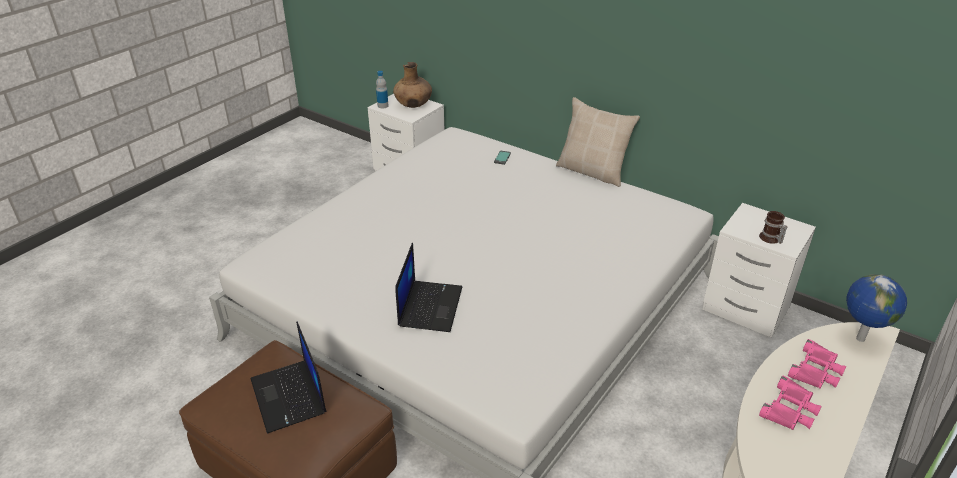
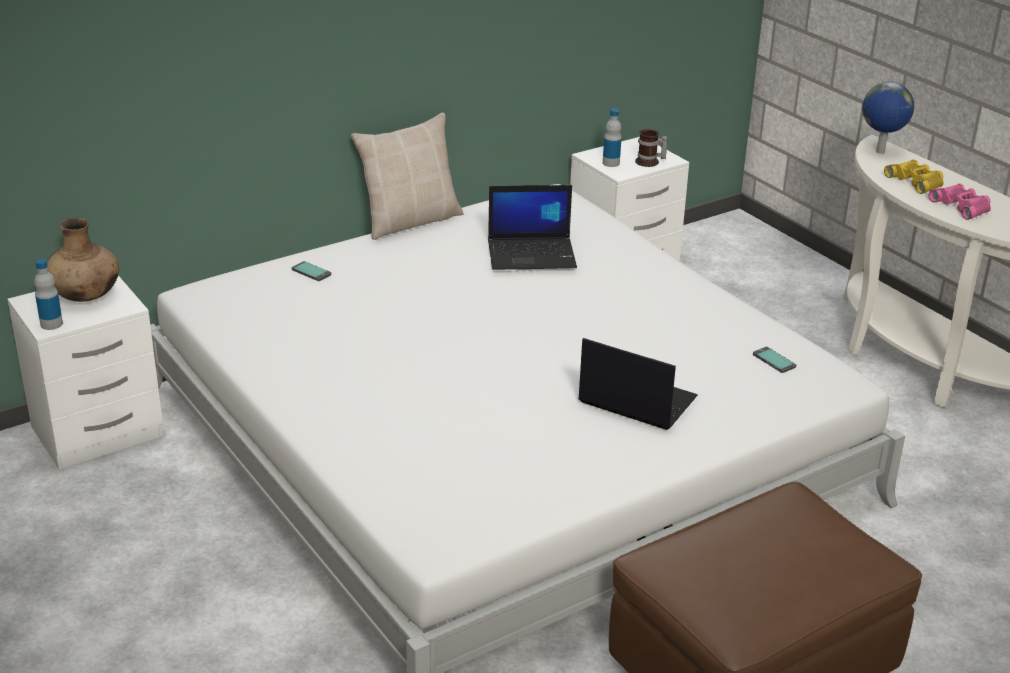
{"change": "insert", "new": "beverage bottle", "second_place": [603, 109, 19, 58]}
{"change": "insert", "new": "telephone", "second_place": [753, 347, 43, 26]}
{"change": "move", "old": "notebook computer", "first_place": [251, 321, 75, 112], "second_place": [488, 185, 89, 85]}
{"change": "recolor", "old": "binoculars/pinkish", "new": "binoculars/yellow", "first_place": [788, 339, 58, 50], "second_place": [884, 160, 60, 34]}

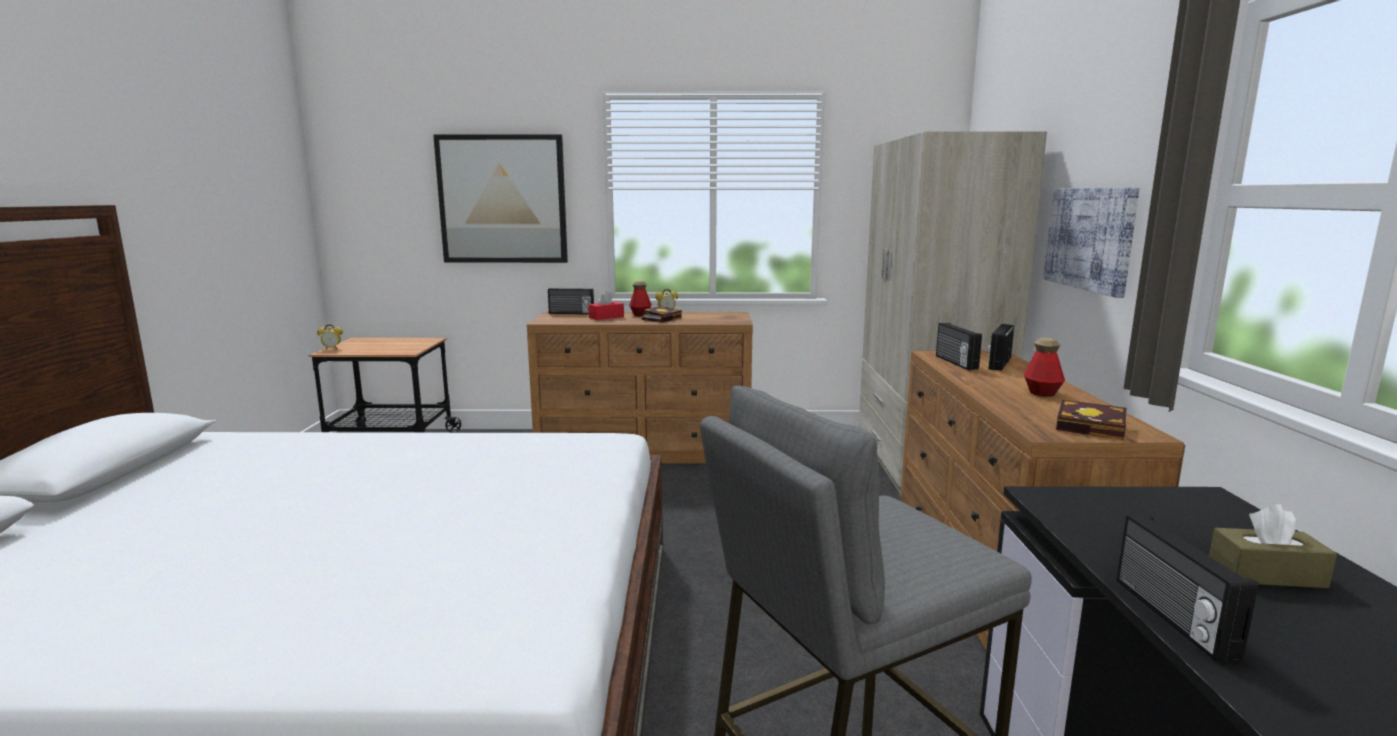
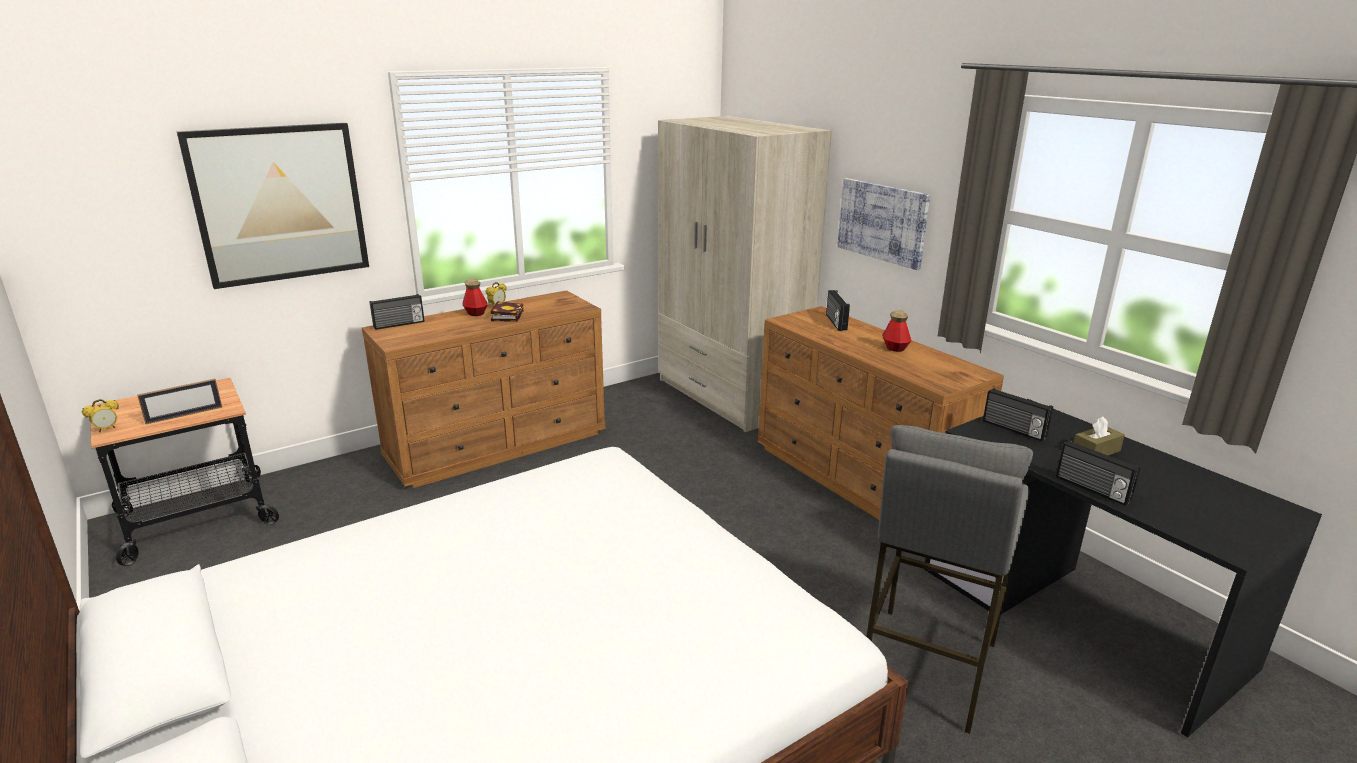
{"change": "delete", "old": "box of tissues/reddish", "first_place": [588, 291, 36, 29]}
{"change": "delete", "old": "bound book", "first_place": [1056, 400, 71, 40]}
{"change": "insert", "new": "photo frame", "second_place": [137, 379, 85, 45]}
{"change": "move", "old": "radio set", "first_place": [936, 323, 46, 47], "second_place": [983, 388, 70, 53]}

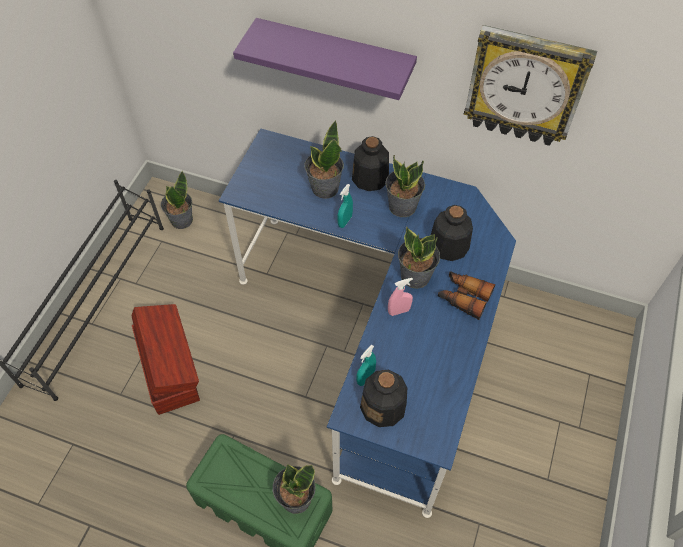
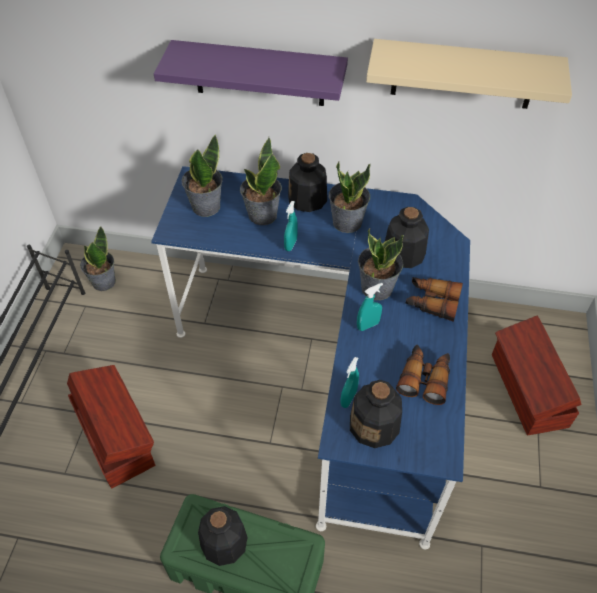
{"change": "insert", "new": "beverage bottle", "second_place": [198, 506, 49, 60]}
{"change": "insert", "new": "binoculars", "second_place": [396, 345, 54, 60]}
{"change": "insert", "new": "storage container/brown", "second_place": [492, 315, 89, 120]}
{"change": "move", "old": "houseplant", "first_place": [273, 464, 43, 50], "second_place": [182, 134, 41, 83]}
{"change": "replace", "old": "clock on the wall", "new": "bracket shelf/beige-coloured", "first_place": [464, 25, 133, 121], "second_place": [366, 39, 206, 70]}
{"change": "recolor", "old": "spray bottle/pinkish", "new": "spray bottle/blue-green", "first_place": [388, 278, 25, 38], "second_place": [357, 283, 26, 48]}

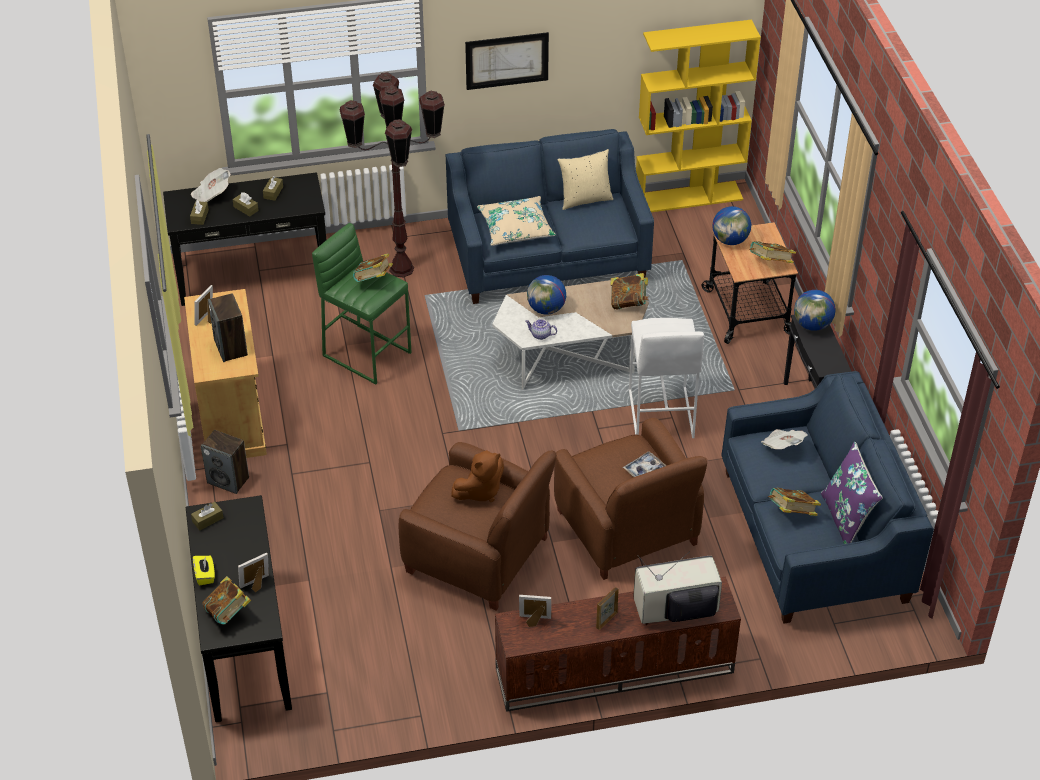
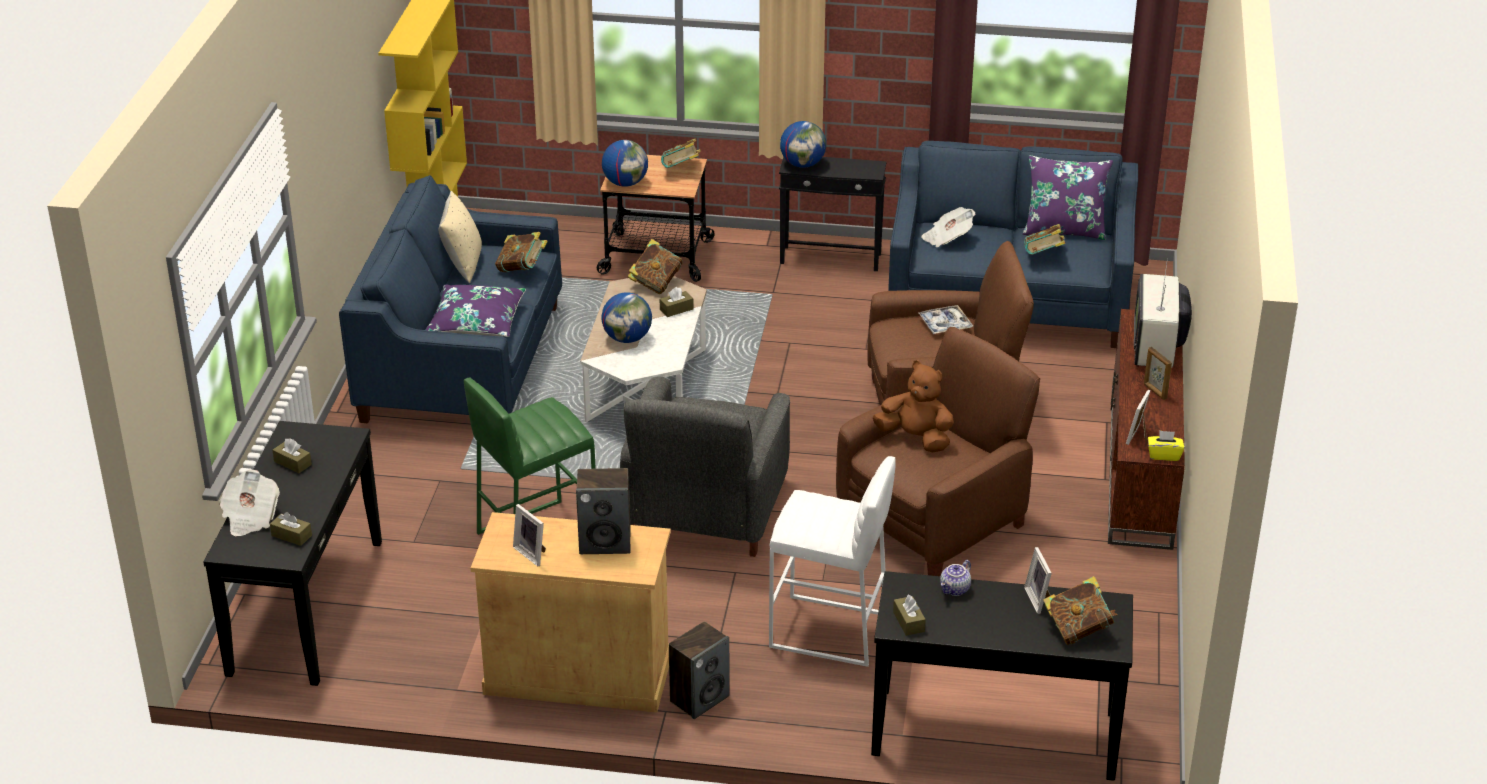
{"change": "delete", "old": "floor lamp/brown", "first_place": [340, 72, 105, 206]}
{"change": "delete", "old": "wall picture", "first_place": [465, 32, 84, 58]}
{"change": "insert", "new": "armchair/gray", "second_place": [620, 376, 170, 181]}
{"change": "move", "old": "box of tissues/yellow", "first_place": [193, 556, 22, 29], "second_place": [1148, 430, 36, 31]}
{"change": "move", "old": "box of tissues/brown", "first_place": [233, 193, 26, 24], "second_place": [660, 287, 34, 30]}
{"change": "move", "old": "bound book", "first_place": [353, 253, 40, 29], "second_place": [495, 232, 53, 40]}
{"change": "move", "old": "teapot", "first_place": [525, 319, 32, 21], "second_place": [940, 560, 31, 36]}
{"change": "move", "old": "stool seat/white-coloured", "first_place": [629, 318, 75, 120], "second_place": [769, 456, 127, 211]}
{"change": "recolor", "old": "cushion/beige-coloured", "new": "cushion/purplish", "first_place": [477, 196, 79, 50], "second_place": [426, 284, 100, 53]}
{"change": "rotate", "old": "plush toy/brown", "first_place": [451, 450, 53, 52], "second_place": [873, 360, 81, 92], "degrees": -45}

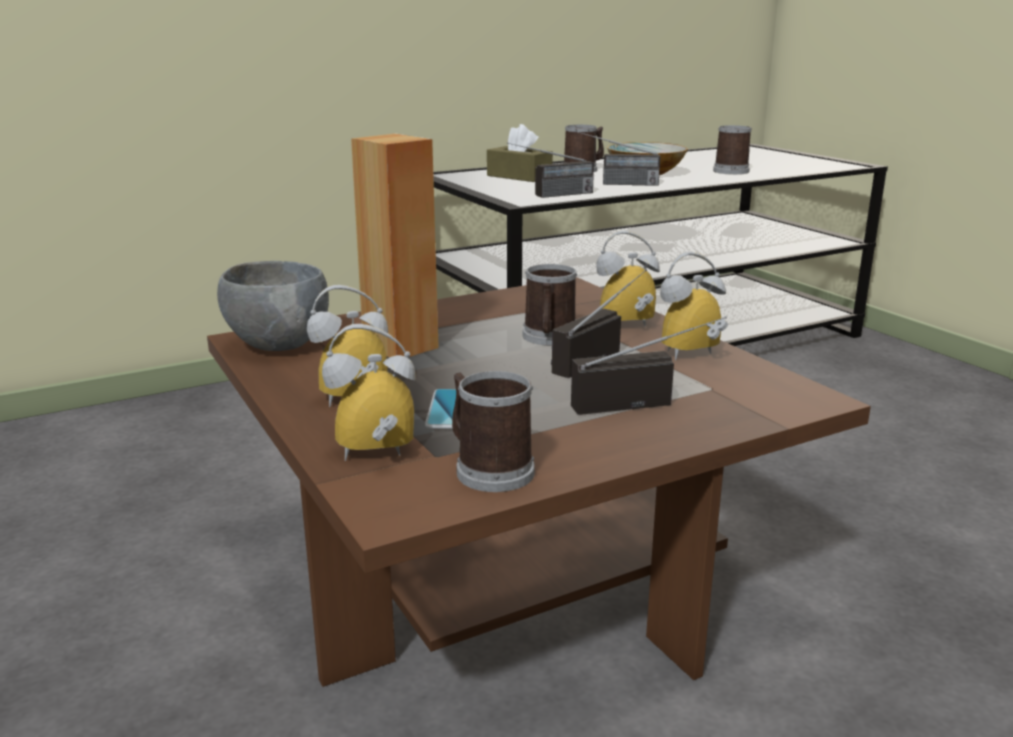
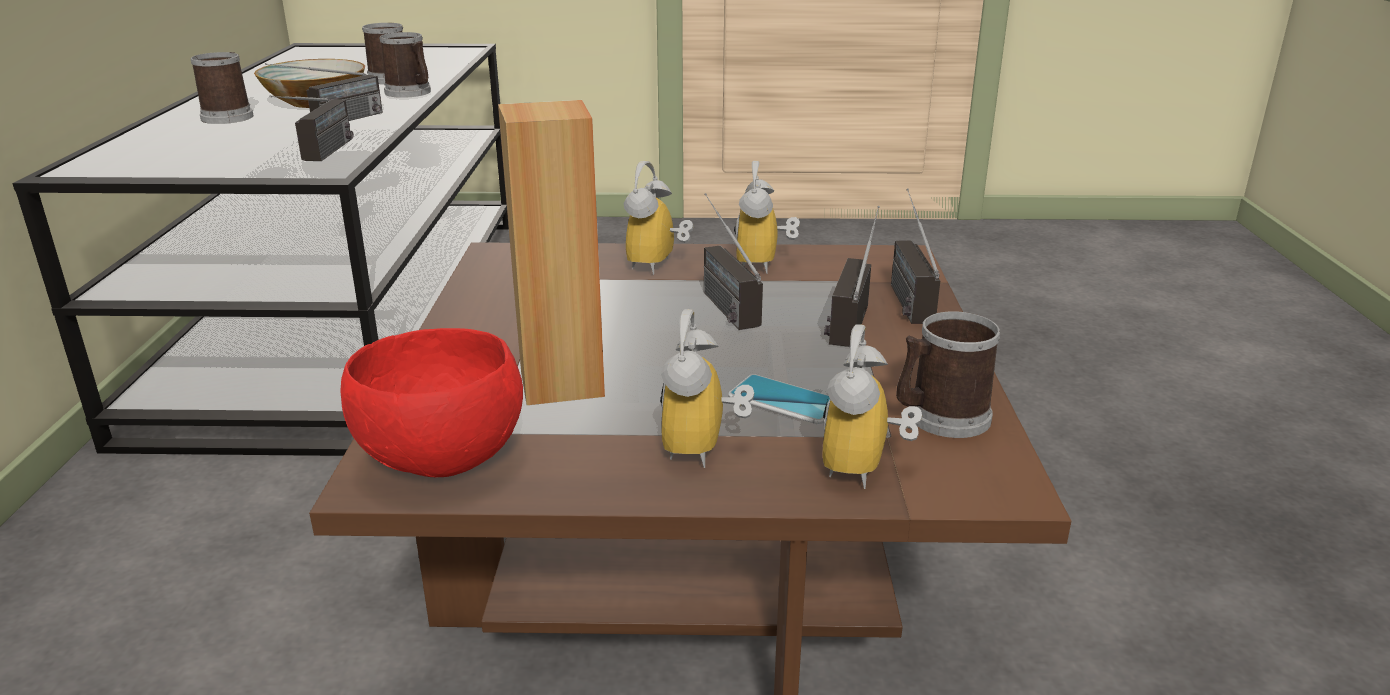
{"change": "delete", "old": "box of tissues/brown", "first_place": [487, 124, 66, 58]}
{"change": "insert", "new": "radio set", "second_place": [891, 188, 49, 136]}
{"change": "move", "old": "tea mug", "first_place": [523, 264, 54, 81], "second_place": [379, 32, 52, 66]}
{"change": "recolor", "old": "deep dish/gray", "new": "deep dish/reddish", "first_place": [217, 261, 112, 90], "second_place": [340, 328, 183, 149]}

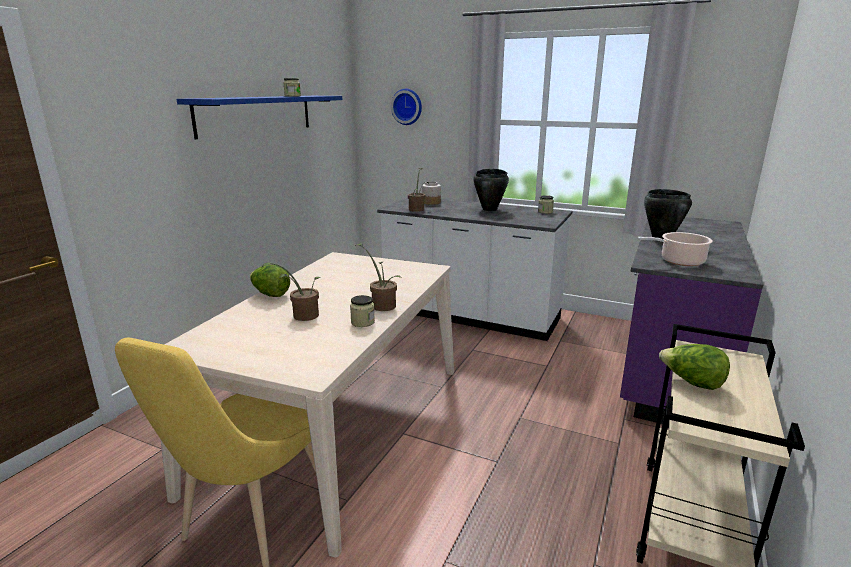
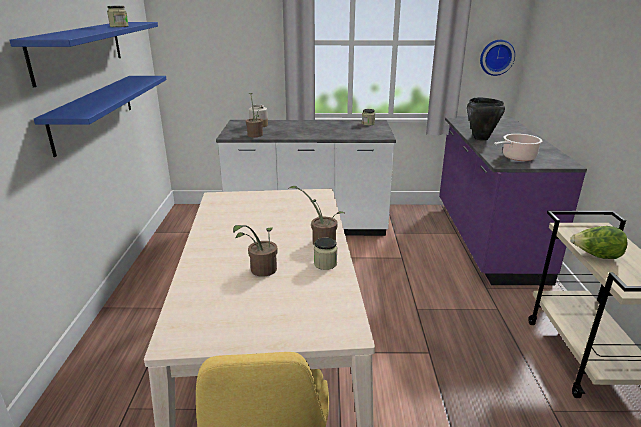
{"change": "delete", "old": "lettuce", "first_place": [250, 265, 40, 32]}
{"change": "delete", "old": "saucepot/black-coloured", "first_place": [474, 169, 35, 42]}
{"change": "insert", "new": "bracket shelf/bluish", "second_place": [34, 76, 133, 81]}
{"change": "move", "old": "clock on the wall", "first_place": [391, 89, 31, 36], "second_place": [480, 40, 35, 36]}

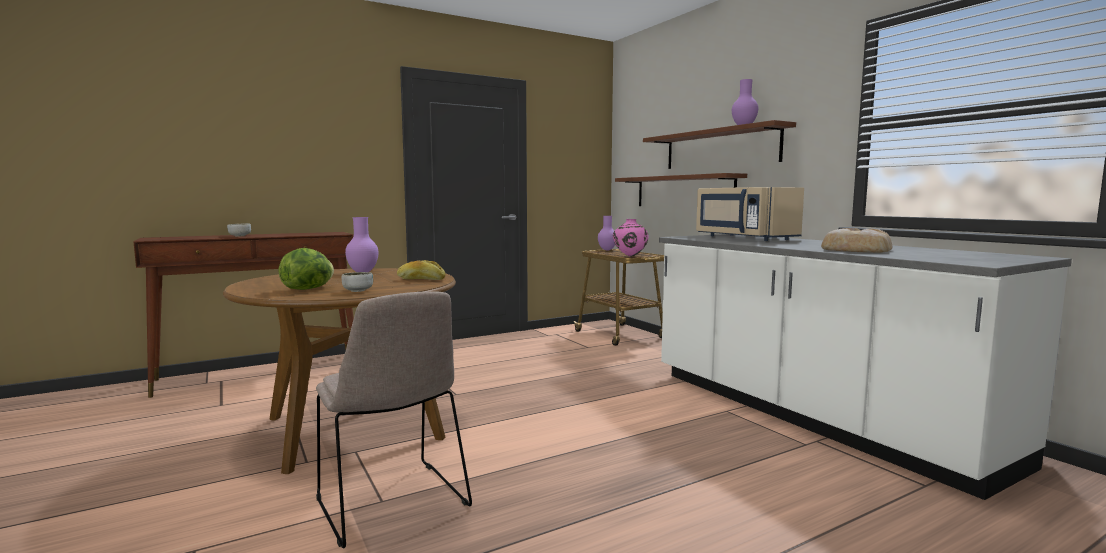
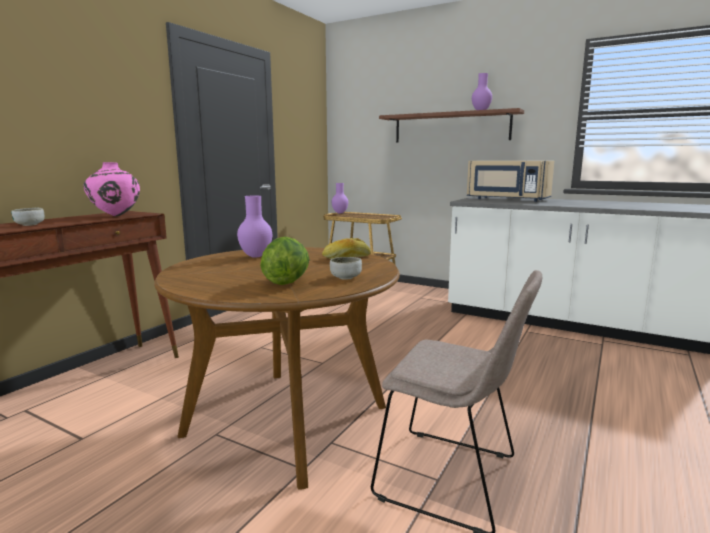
{"change": "delete", "old": "bracket shelf/brown", "first_place": [615, 173, 132, 33]}
{"change": "delete", "old": "baked bread", "first_place": [821, 228, 72, 25]}
{"change": "move", "old": "vase/pinkish", "first_place": [613, 219, 36, 38], "second_place": [83, 162, 57, 54]}

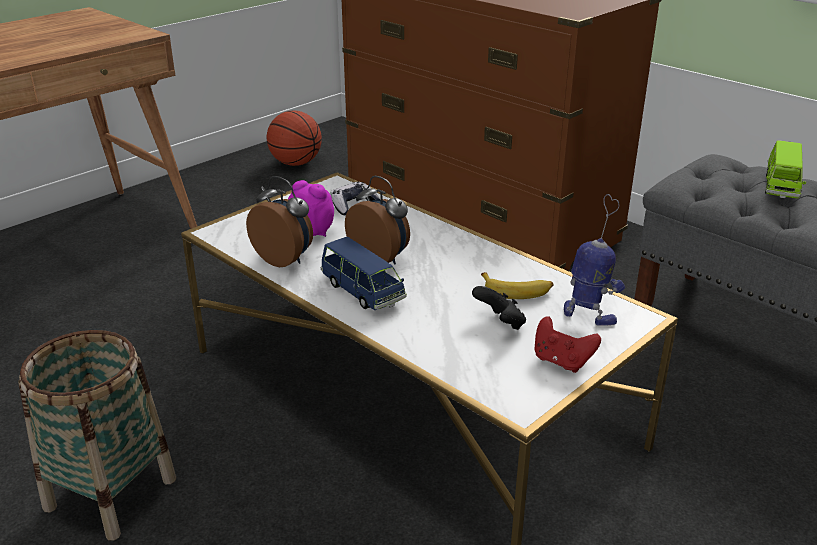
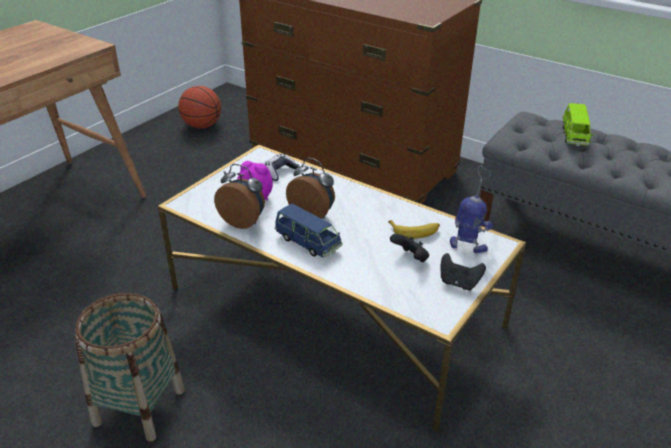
{"change": "recolor", "old": "gamepad/reddish", "new": "gamepad/black-coloured", "first_place": [535, 316, 66, 57], "second_place": [441, 253, 45, 38]}

